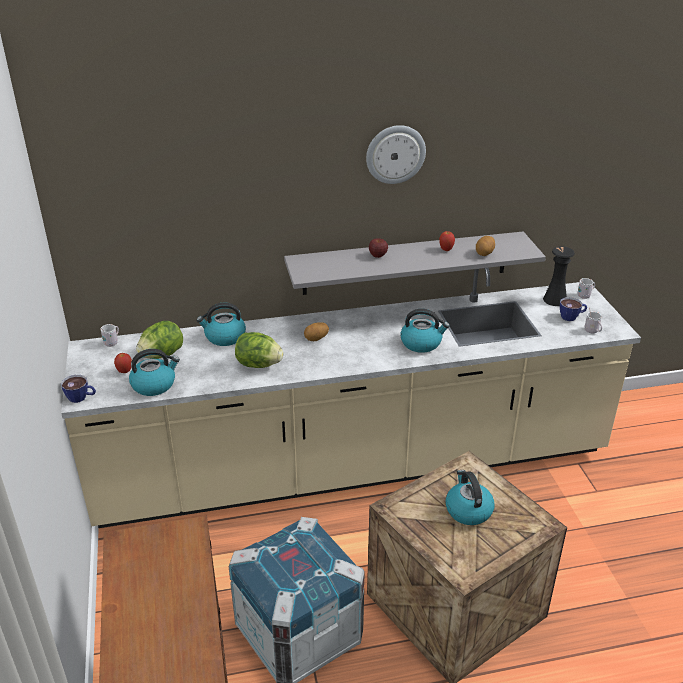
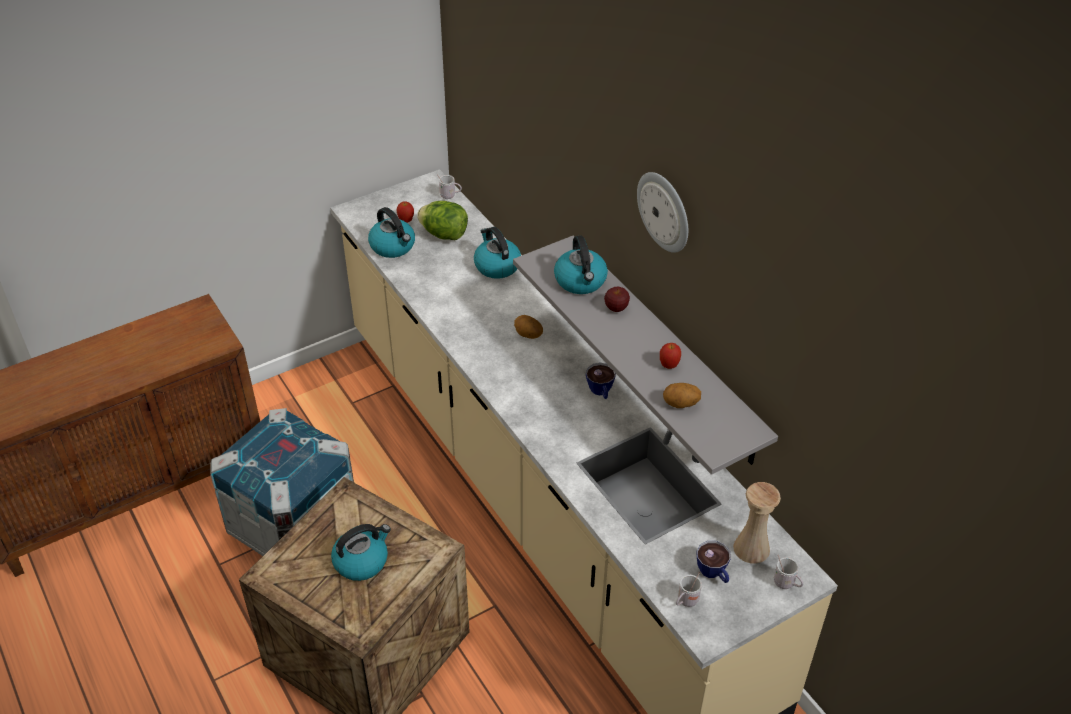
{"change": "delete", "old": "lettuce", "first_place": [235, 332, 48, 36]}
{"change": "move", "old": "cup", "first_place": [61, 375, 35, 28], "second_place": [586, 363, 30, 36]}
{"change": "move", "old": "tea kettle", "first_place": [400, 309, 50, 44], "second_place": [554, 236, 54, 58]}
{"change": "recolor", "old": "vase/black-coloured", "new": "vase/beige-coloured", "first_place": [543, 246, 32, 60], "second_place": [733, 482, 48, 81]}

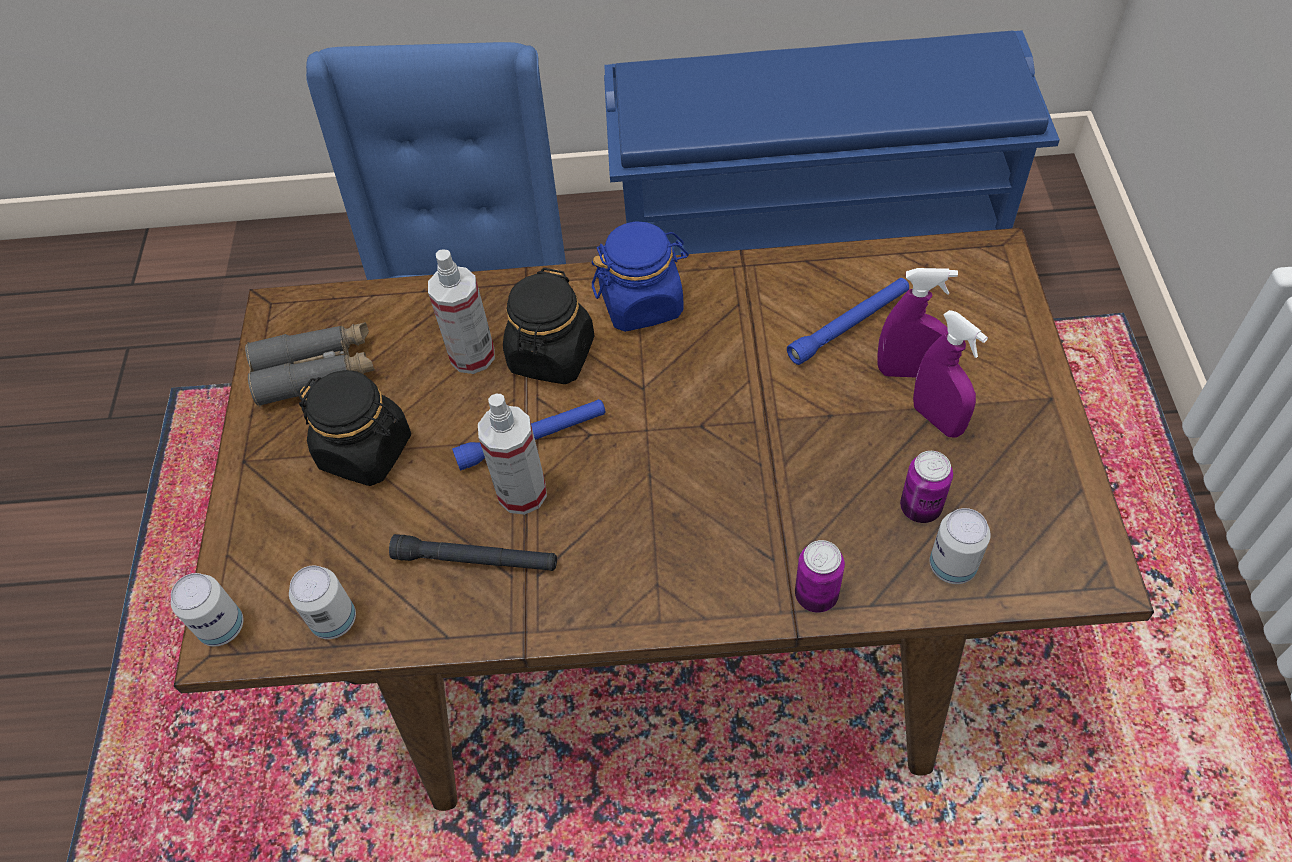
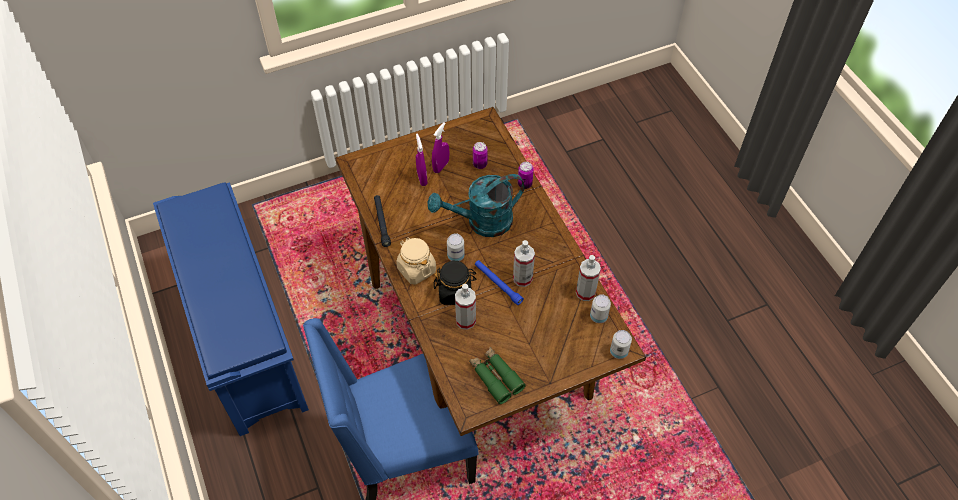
{"change": "delete", "old": "jar/black-coloured", "first_place": [299, 370, 112, 116]}
{"change": "delete", "old": "flashlight/bluish", "first_place": [787, 278, 122, 87]}
{"change": "insert", "new": "watering pot/blue-green", "second_place": [428, 174, 97, 63]}
{"change": "insert", "new": "spray bottle", "second_place": [576, 255, 25, 46]}
{"change": "move", "old": "flashlight/black-coloured", "first_place": [389, 534, 168, 37], "second_place": [374, 195, 17, 52]}
{"change": "move", "old": "sealed can", "first_place": [930, 508, 61, 76], "second_place": [447, 233, 18, 28]}
{"change": "recolor", "old": "binoculars/gray", "new": "binoculars/green", "first_place": [245, 322, 130, 85], "second_place": [469, 347, 57, 57]}
{"change": "recolor", "old": "jar/bluish", "new": "jar/beige-coloured", "first_place": [592, 221, 97, 111], "second_place": [396, 237, 40, 48]}

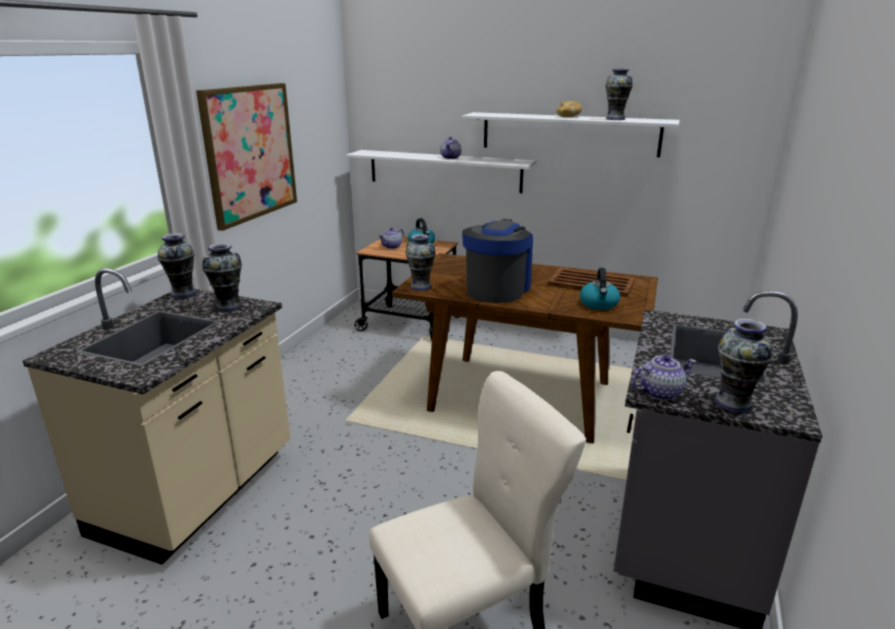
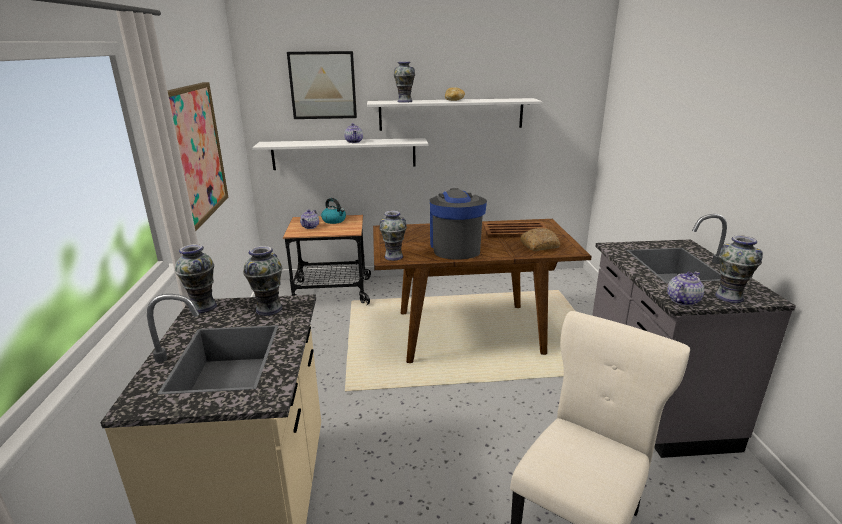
{"change": "insert", "new": "wall picture", "second_place": [287, 51, 70, 68]}
{"change": "move", "old": "vase", "first_place": [605, 69, 28, 51], "second_place": [394, 61, 21, 42]}
{"change": "replace", "old": "tea kettle", "new": "baked bread", "first_place": [580, 268, 40, 42], "second_place": [520, 228, 40, 23]}

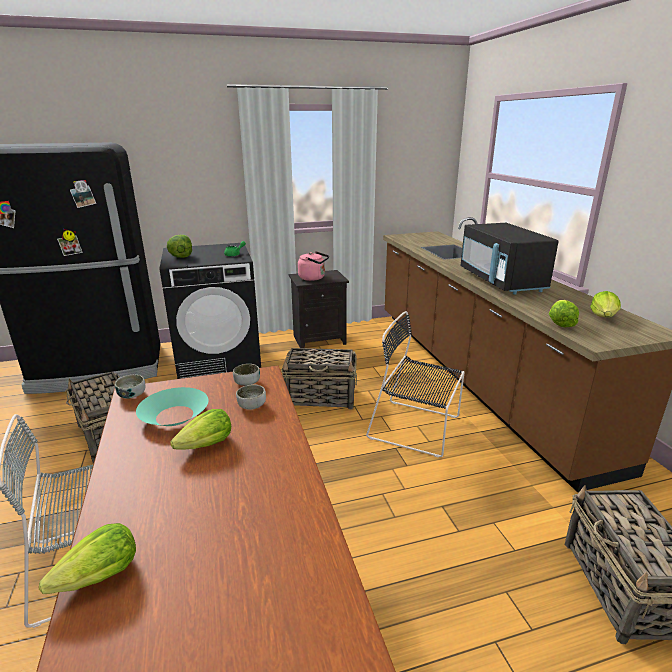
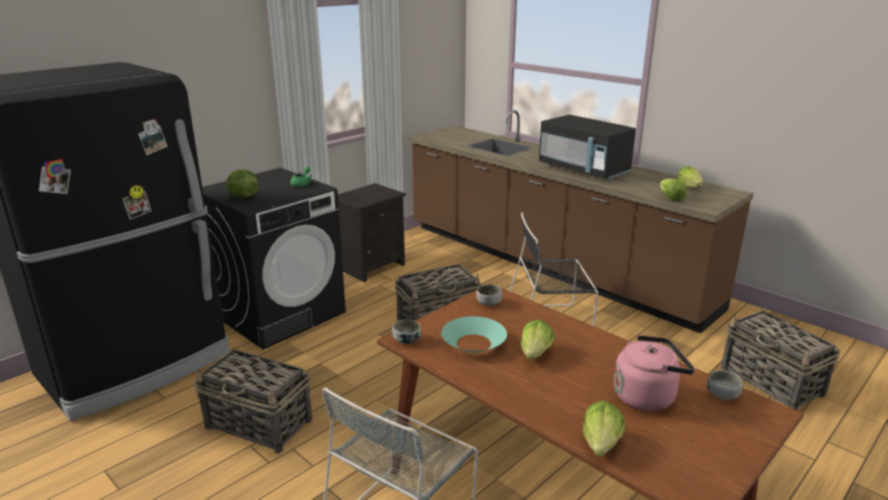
{"change": "move", "old": "deep dish", "first_place": [236, 384, 30, 26], "second_place": [707, 371, 36, 29]}
{"change": "move", "old": "tea kettle/pinkish", "first_place": [298, 251, 31, 30], "second_place": [614, 335, 81, 76]}

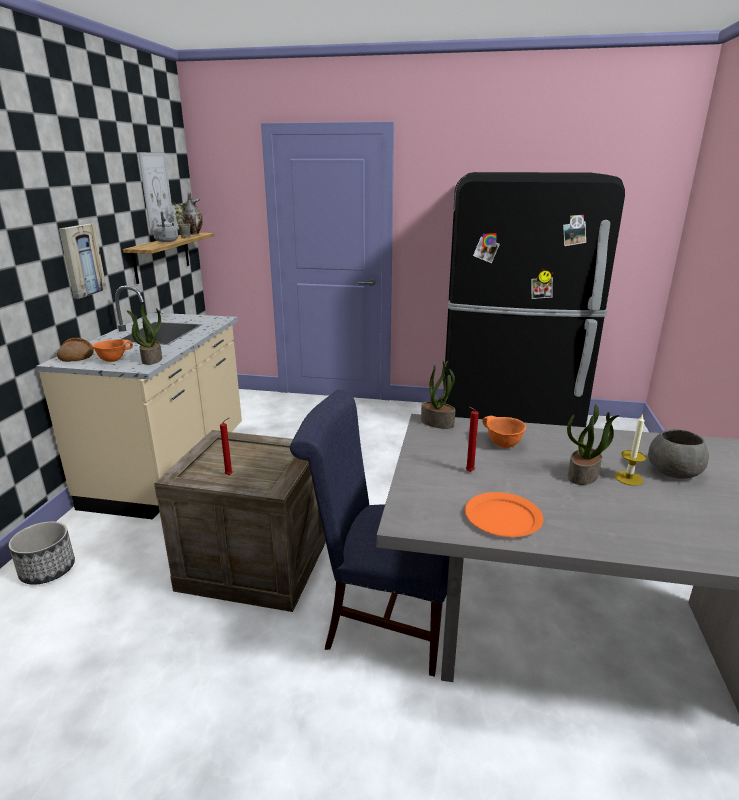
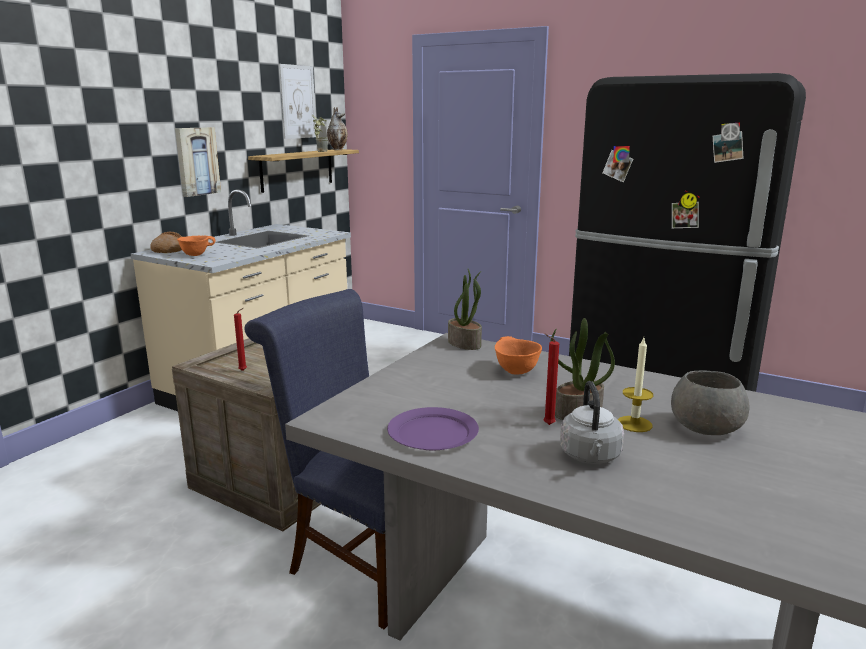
{"change": "delete", "old": "plant pot", "first_place": [9, 521, 66, 64]}
{"change": "delete", "old": "houseplant", "first_place": [127, 304, 35, 61]}
{"change": "move", "old": "tea kettle/gray", "first_place": [153, 211, 25, 31], "second_place": [560, 381, 64, 83]}
{"change": "move", "old": "candle/reddish", "first_place": [466, 407, 13, 65], "second_place": [544, 334, 15, 91]}
{"change": "recolor", "old": "flat dish/orange", "new": "flat dish/purplish", "first_place": [465, 492, 78, 45], "second_place": [387, 407, 92, 43]}

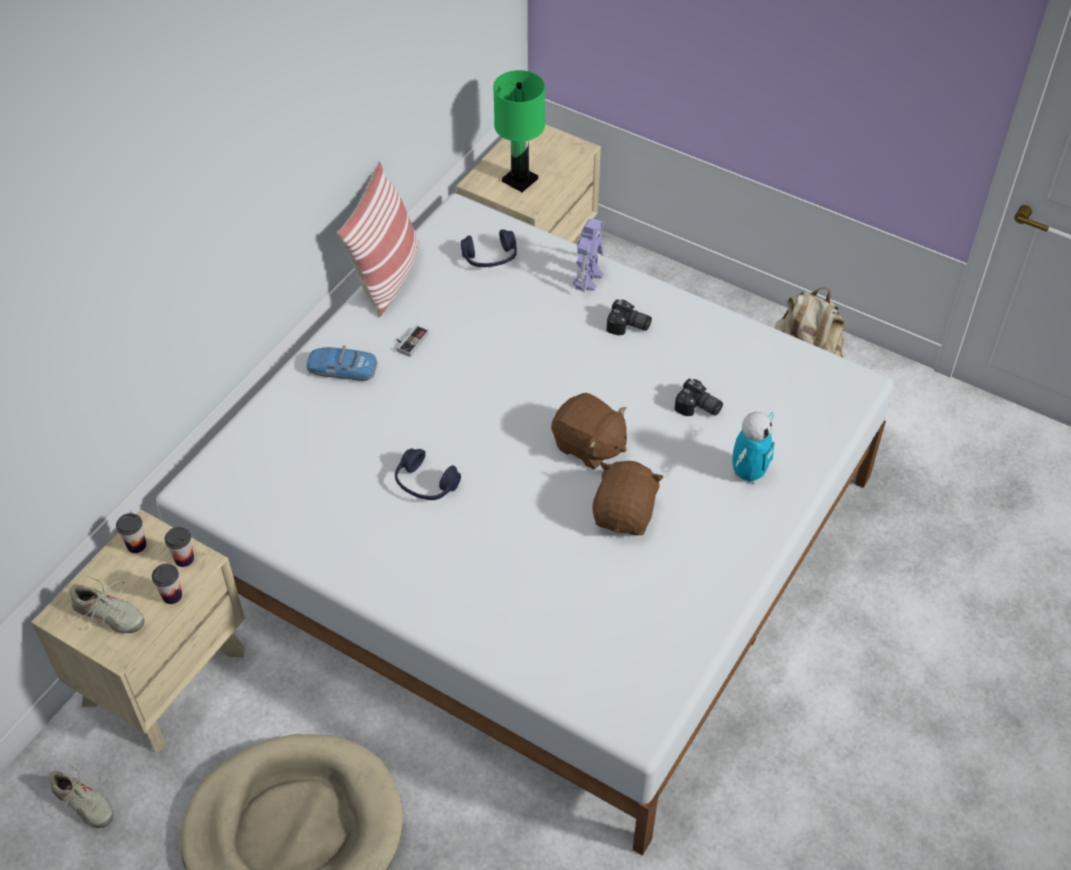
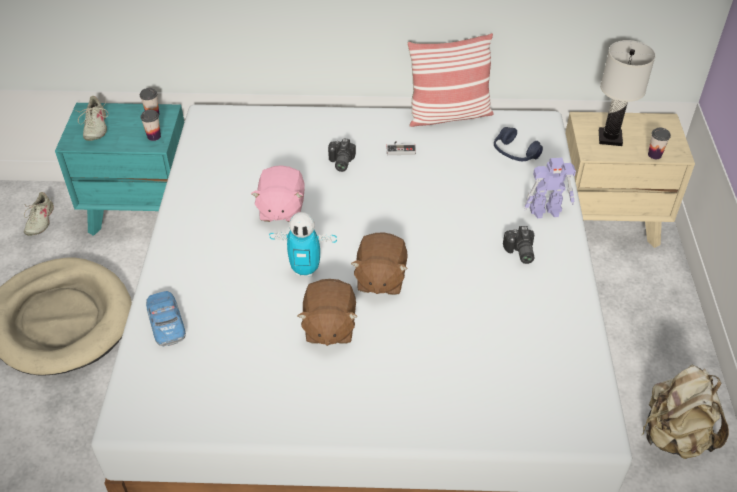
{"change": "move", "old": "cup", "first_place": [152, 564, 30, 40], "second_place": [648, 128, 23, 31]}
{"change": "move", "old": "model car", "first_place": [306, 345, 72, 36], "second_place": [146, 291, 40, 56]}
{"change": "move", "old": "photo camera", "first_place": [674, 379, 49, 37], "second_place": [328, 138, 28, 34]}
{"change": "move", "old": "model robot", "first_place": [733, 412, 41, 72], "second_place": [269, 212, 68, 65]}
{"change": "replace", "old": "pair of headphones/bluish", "new": "plush toy/pinkish", "first_place": [395, 448, 66, 52], "second_place": [251, 165, 54, 57]}
{"change": "recolor", "old": "bedside table/beige-coloured", "new": "bedside table/blue-green", "first_place": [31, 510, 214, 243], "second_place": [55, 103, 129, 133]}
{"change": "recolor", "old": "tabletop lamp/green", "new": "tabletop lamp/white-coloured", "first_place": [493, 70, 52, 122], "second_place": [599, 40, 57, 106]}
{"change": "rotate", "old": "plush toy/brown", "first_place": [592, 461, 72, 74], "second_place": [298, 279, 60, 67], "degrees": 105}

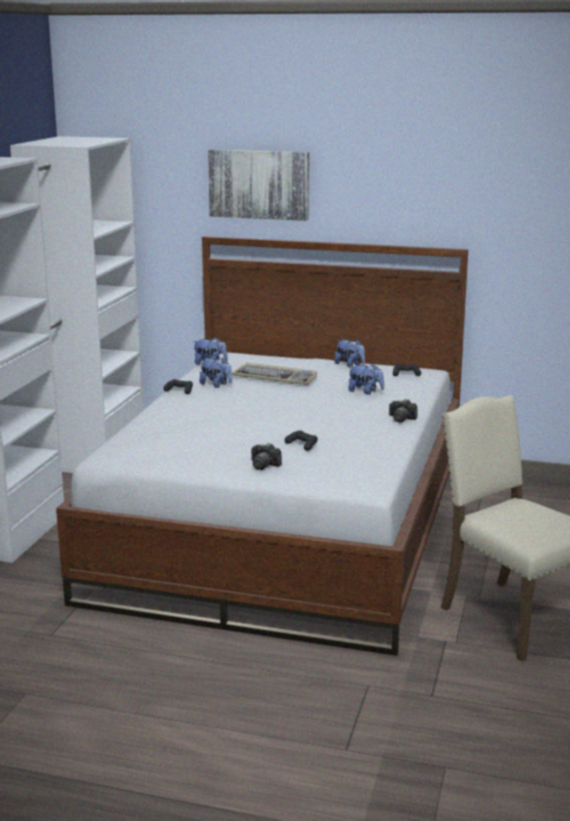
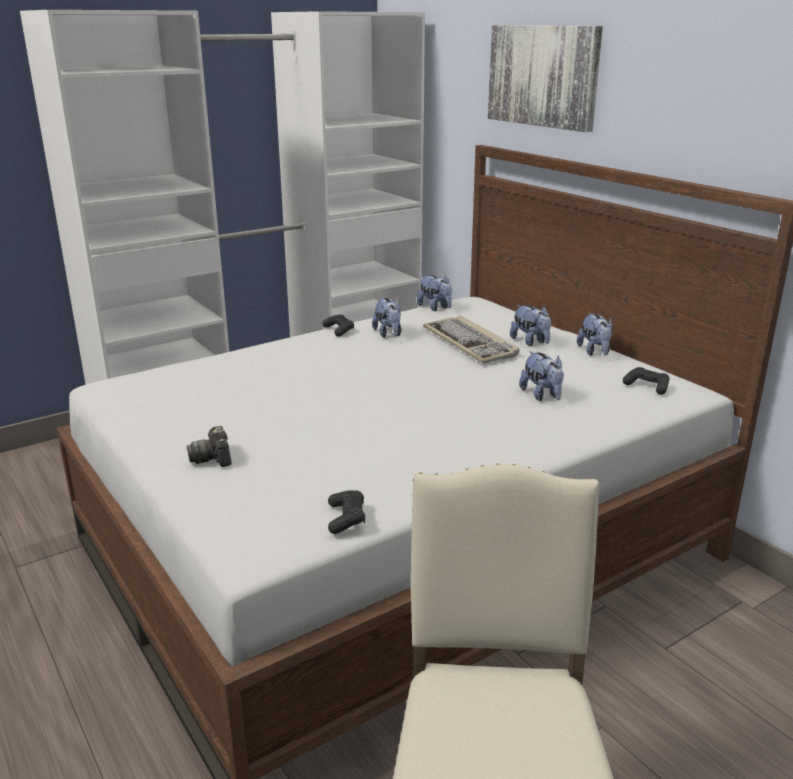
{"change": "delete", "old": "photo camera", "first_place": [389, 399, 28, 24]}
{"change": "insert", "new": "plush toy", "second_place": [510, 305, 41, 41]}
{"change": "move", "old": "gamepad/black-coloured", "first_place": [285, 431, 33, 20], "second_place": [328, 490, 37, 44]}

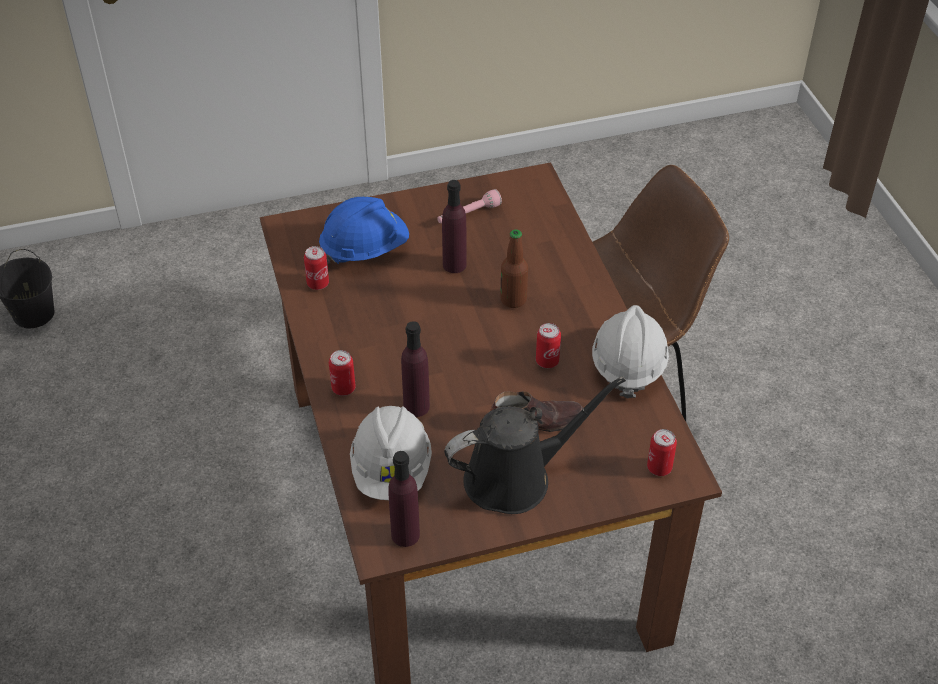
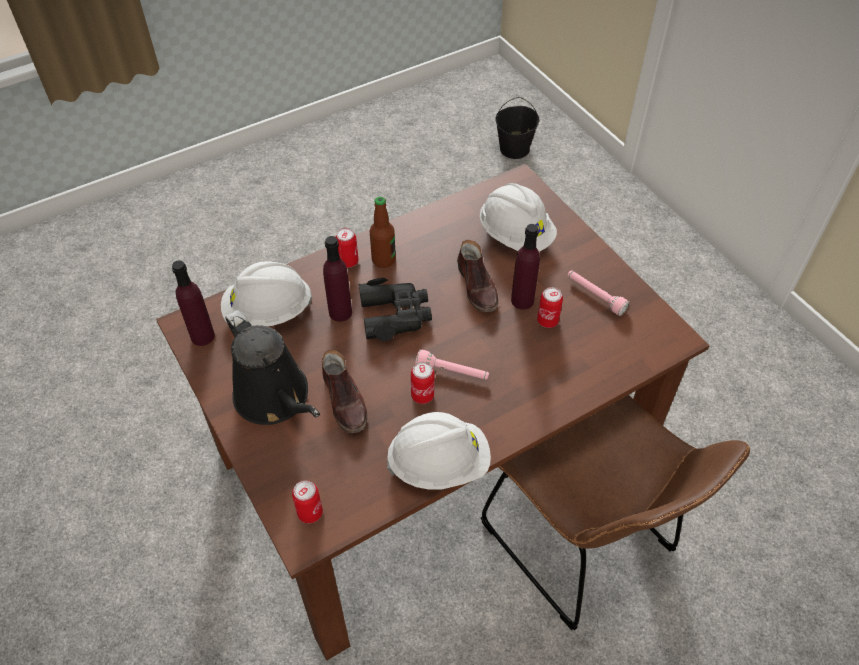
{"change": "insert", "new": "binoculars/black-coloured", "second_place": [358, 278, 74, 63]}
{"change": "insert", "new": "flashlight/pinkish", "second_place": [415, 349, 74, 31]}
{"change": "insert", "new": "shoe/brown", "second_place": [457, 240, 41, 72]}
{"change": "move", "old": "sealed can", "first_place": [304, 246, 25, 44], "second_place": [537, 287, 26, 41]}
{"change": "move", "old": "beverage bottle", "first_place": [500, 229, 28, 79], "second_place": [370, 197, 26, 71]}
{"change": "recolor", "old": "safety helmet/bluish", "new": "safety helmet/white-coloured", "first_place": [319, 197, 90, 67], "second_place": [480, 183, 77, 68]}

